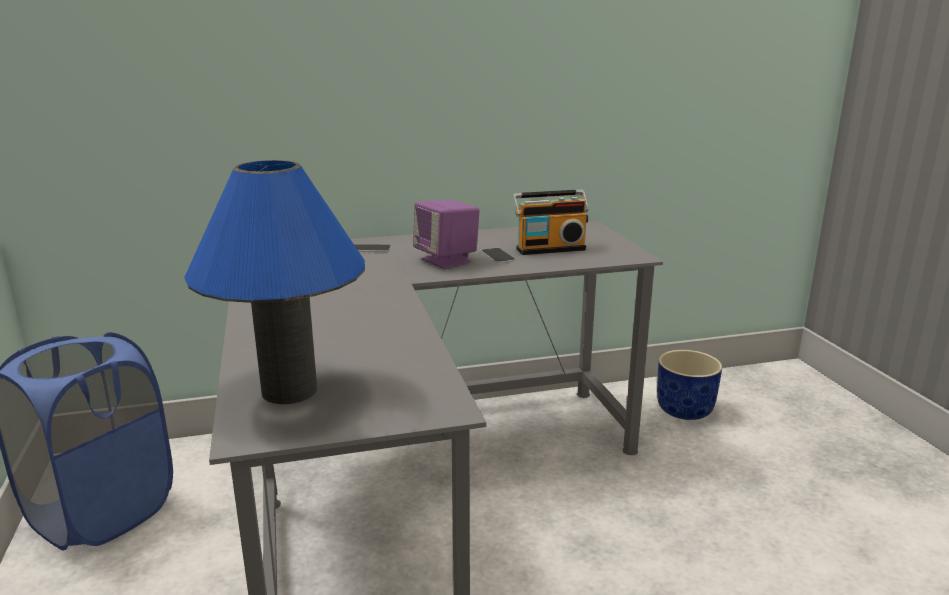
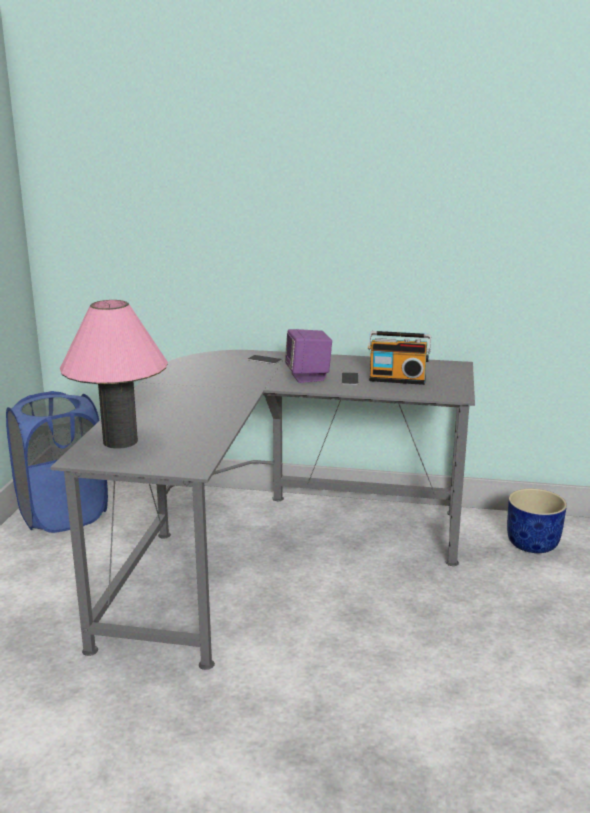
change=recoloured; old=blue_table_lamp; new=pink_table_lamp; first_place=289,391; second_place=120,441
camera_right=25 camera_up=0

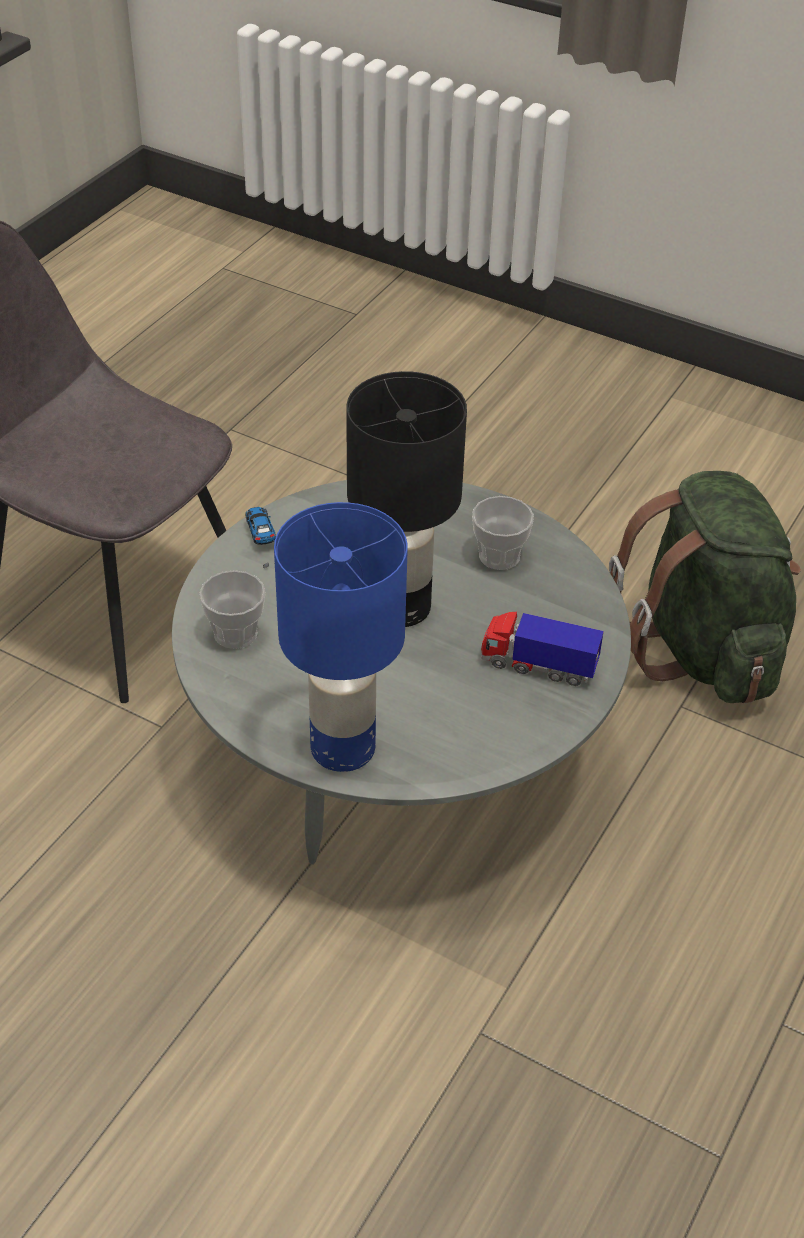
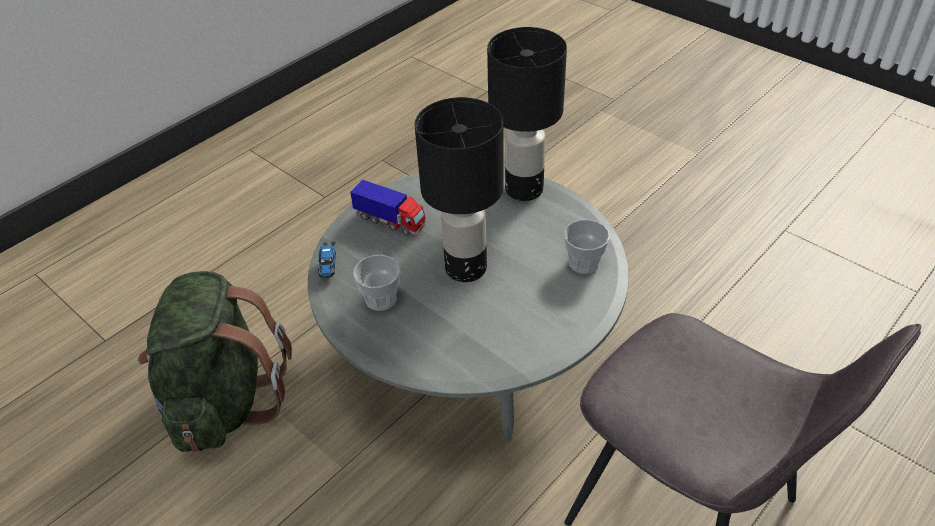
change=recoloured; old=blue_table_lamp; new=black_table_lamp; first_place=343,747; second_place=523,190
change=moved; old=toy_car; first_place=263,543; second_place=328,263
camera_right=-165 camera_up=0

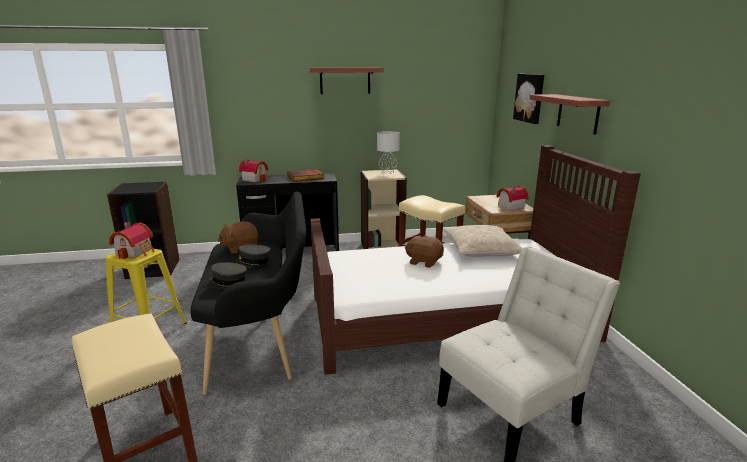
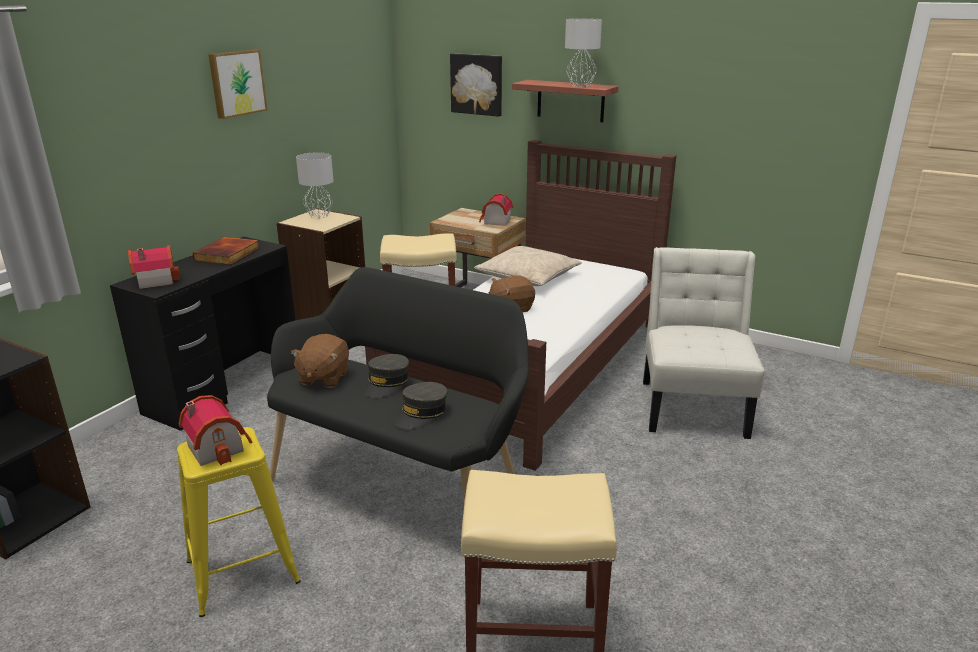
change=replaced; old=shelf; new=picture; first_place=345,80; second_place=236,83
change=added; new=grey_table_lamp; second_place=580,85
camera_right=-50 camera_up=5

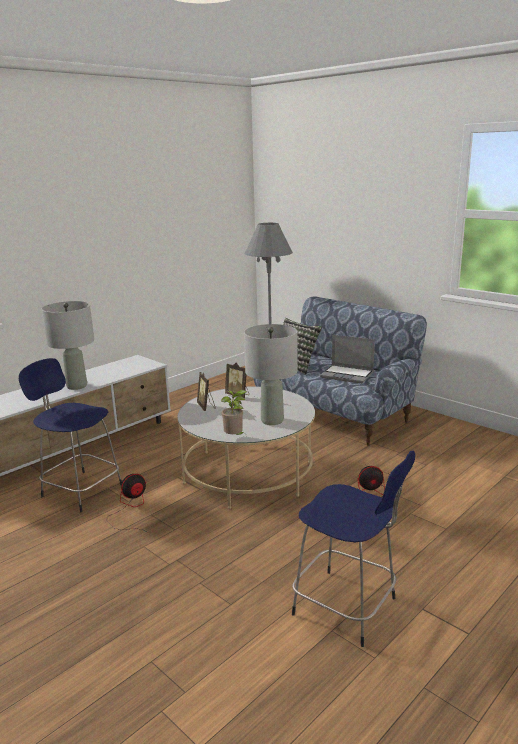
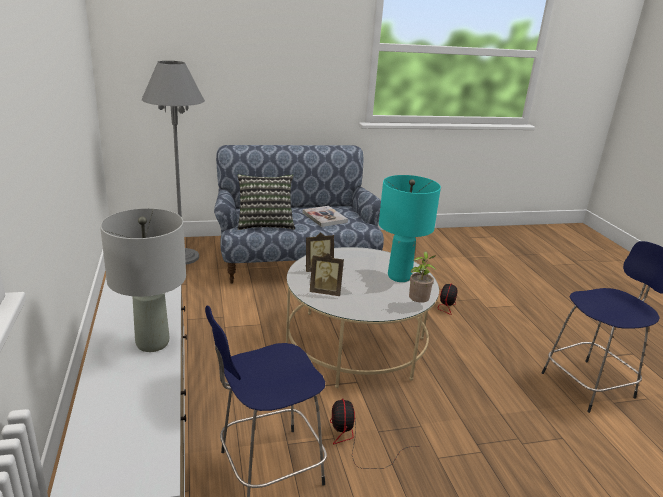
change=recoloured; old=grey_table_lamp; new=turquoise_table_lamp; first_place=272,421; second_place=400,277
change=replaced; old=laptop; new=book; first_place=348,375; second_place=324,217
camera_right=-60 camera_up=5

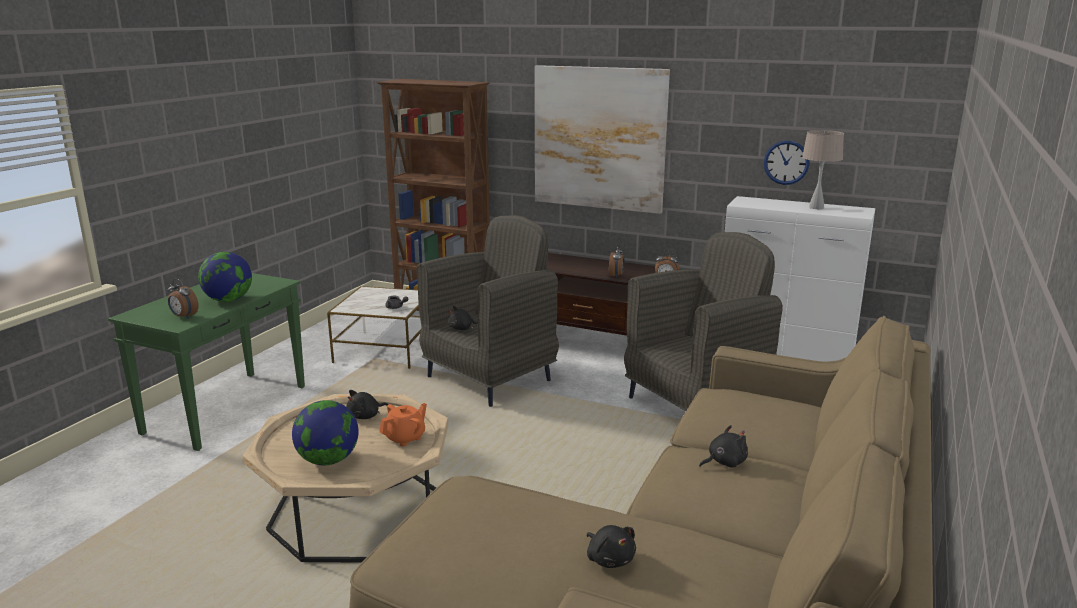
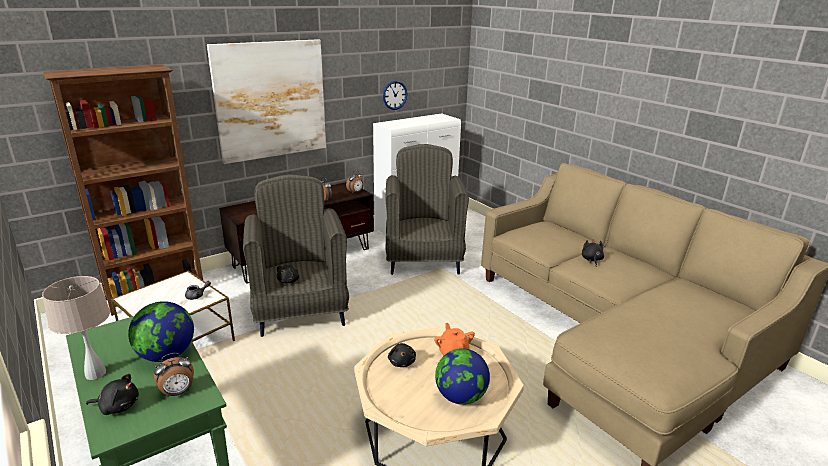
change=moved; old=beige_table_lamp; first_place=816,207; second_place=95,373
change=moved; old=black_plush_toy; first_place=609,559; second_place=118,406
camera_right=-60 camera_up=5

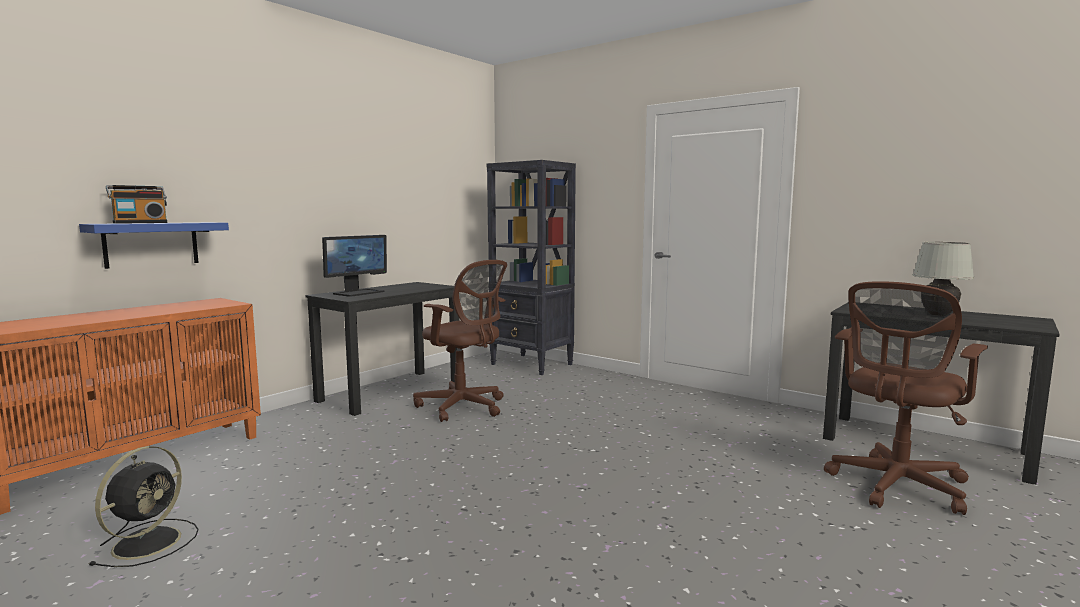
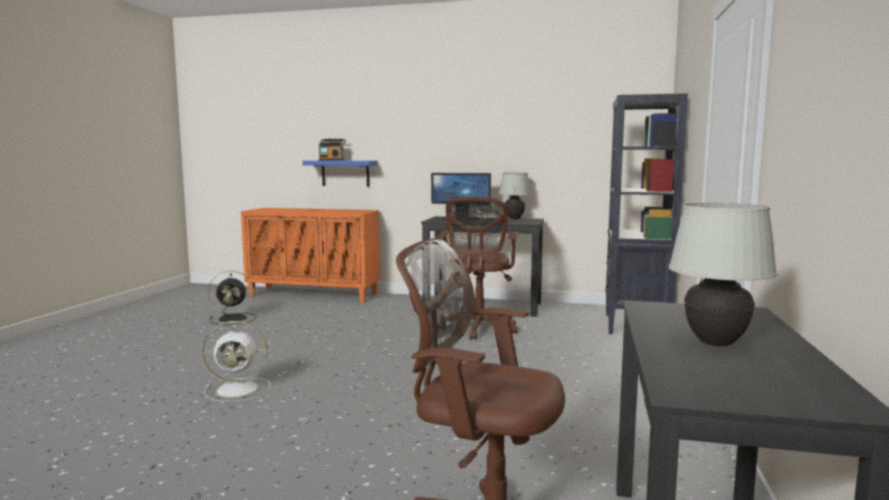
change=added; new=white_table_lamp; second_place=514,219
change=added; new=white_fan; second_place=239,389
camera_right=65 camera_up=0

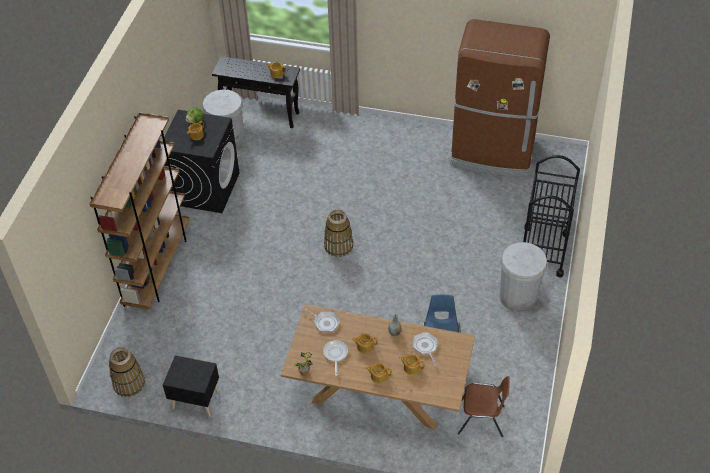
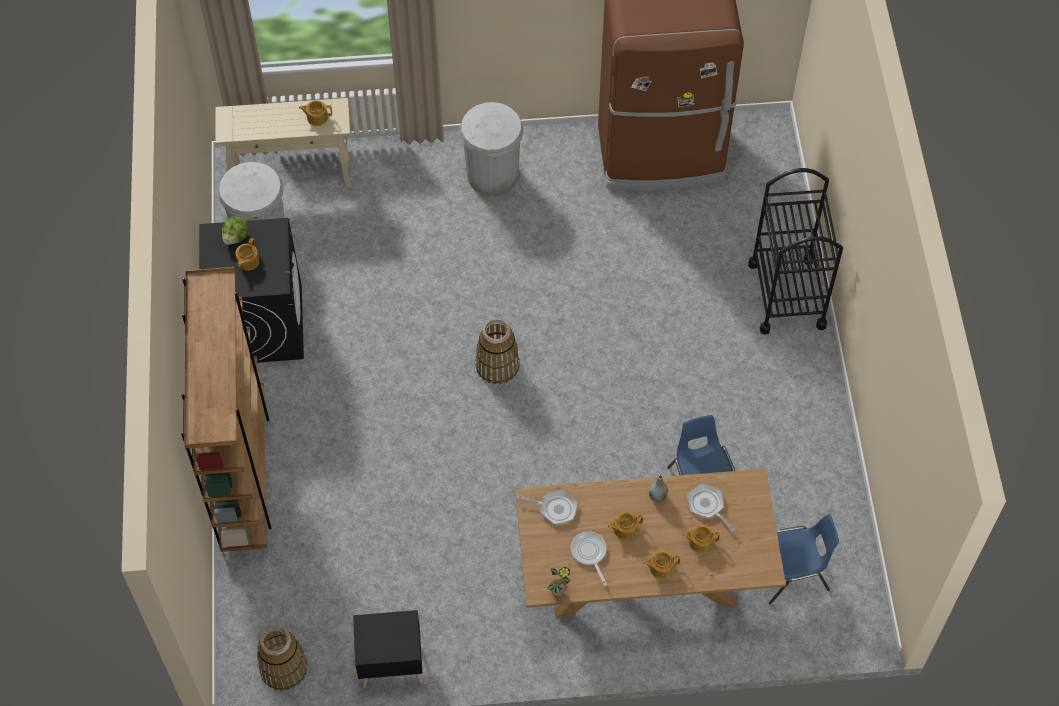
change=recoloured; old=black_console_table; new=beige_console_table; first_place=261,115; second_place=293,176
change=moved; old=white_trash_can; first_place=518,297; second_place=492,175
change=recoloured; old=brown_chair; new=blue_chair; first_place=482,419; second_place=793,573
camera_right=-20 camera_up=10

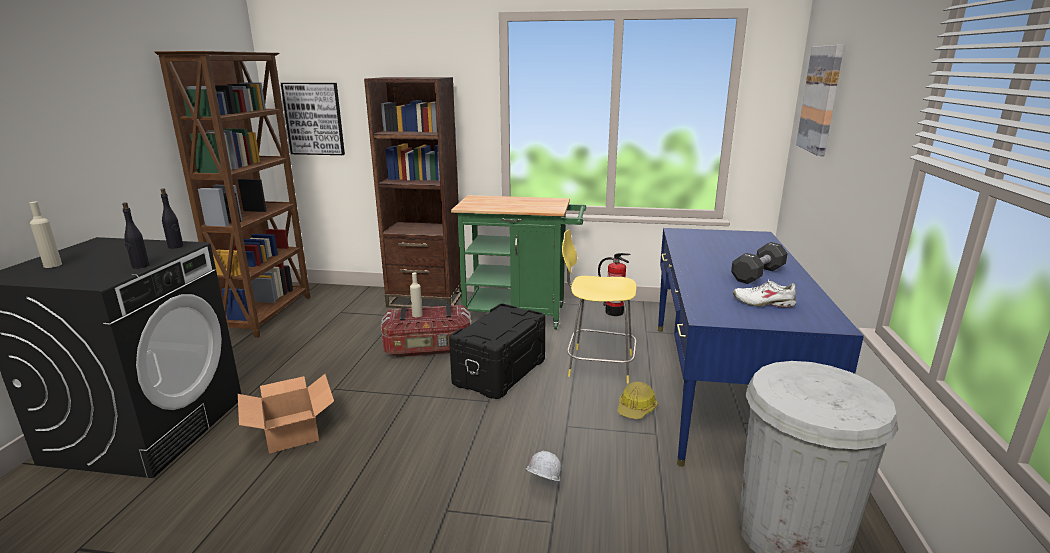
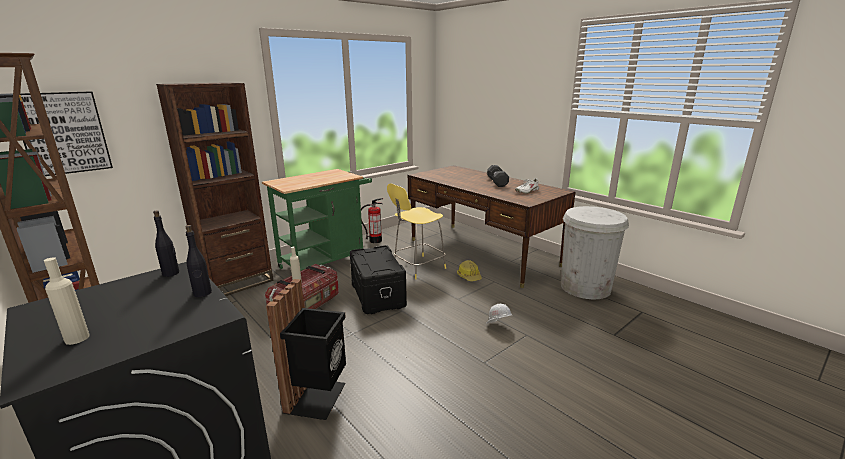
change=removed; old=picture; first_place=821,99
change=recoloured; old=blue_desk; new=brown_desk; first_place=722,388; second_place=481,252
change=replaced; old=cardboard_box; new=black_trash_can; first_place=292,430; second_place=318,397
camera_right=-50 camera_up=0

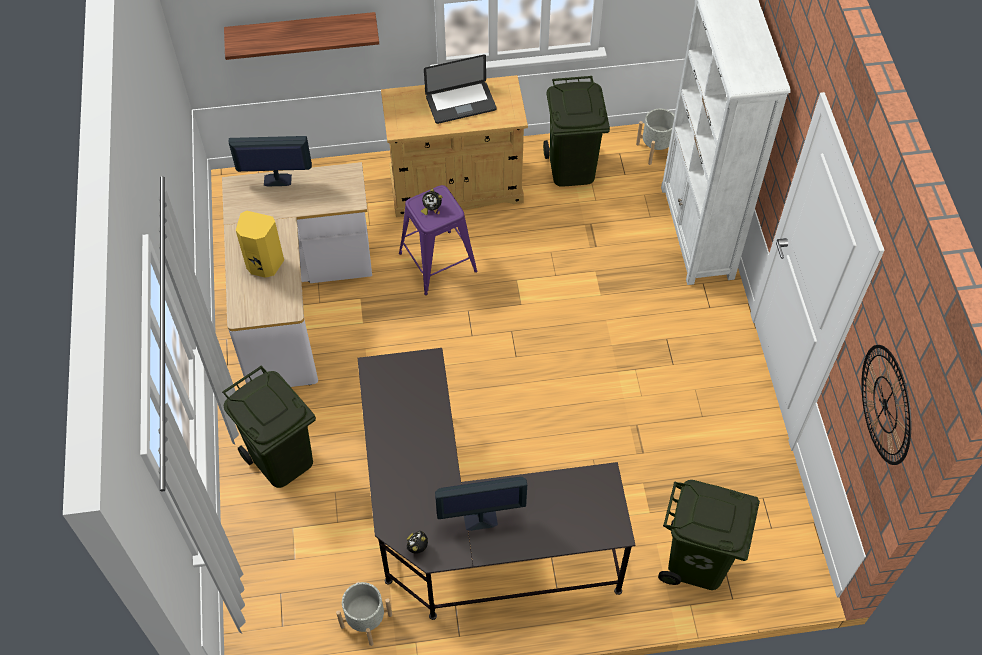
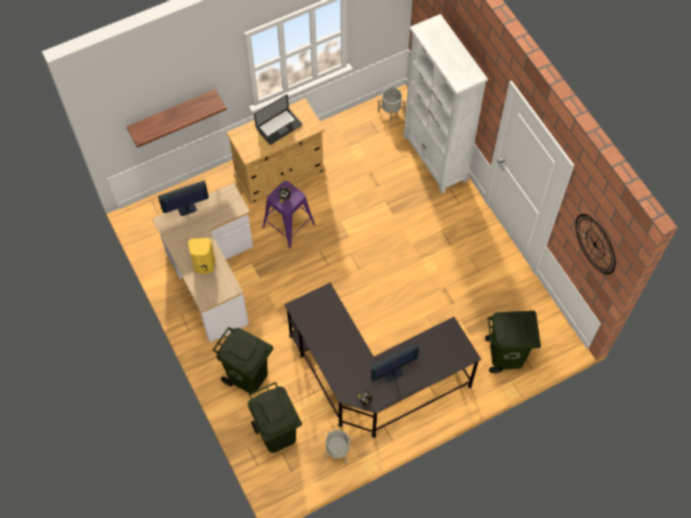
change=moved; old=green_trash_can; first_place=571,168; second_place=276,434
camera_right=-20 camera_up=5

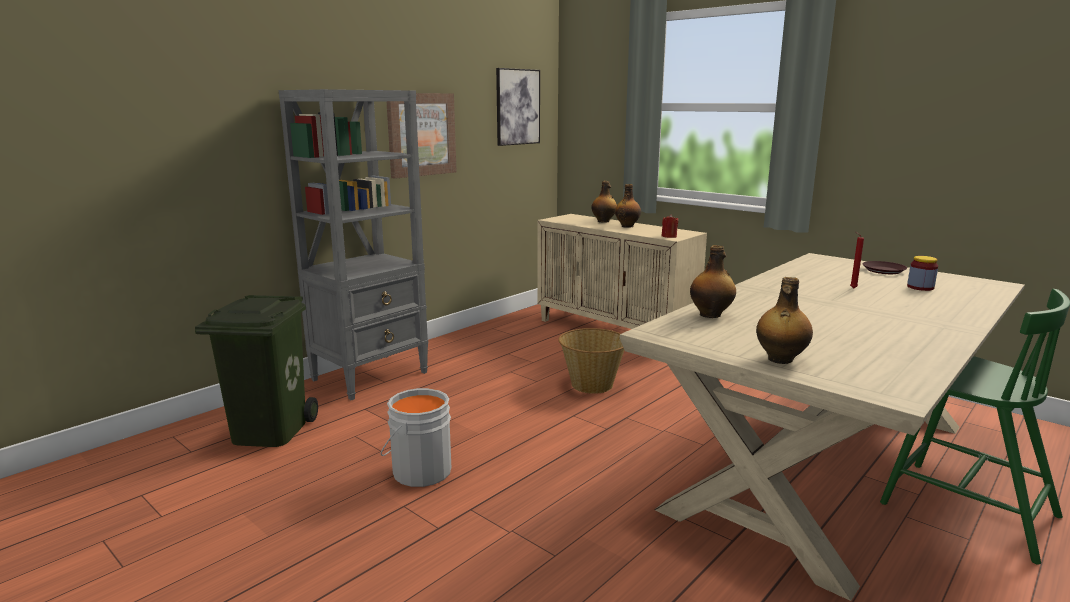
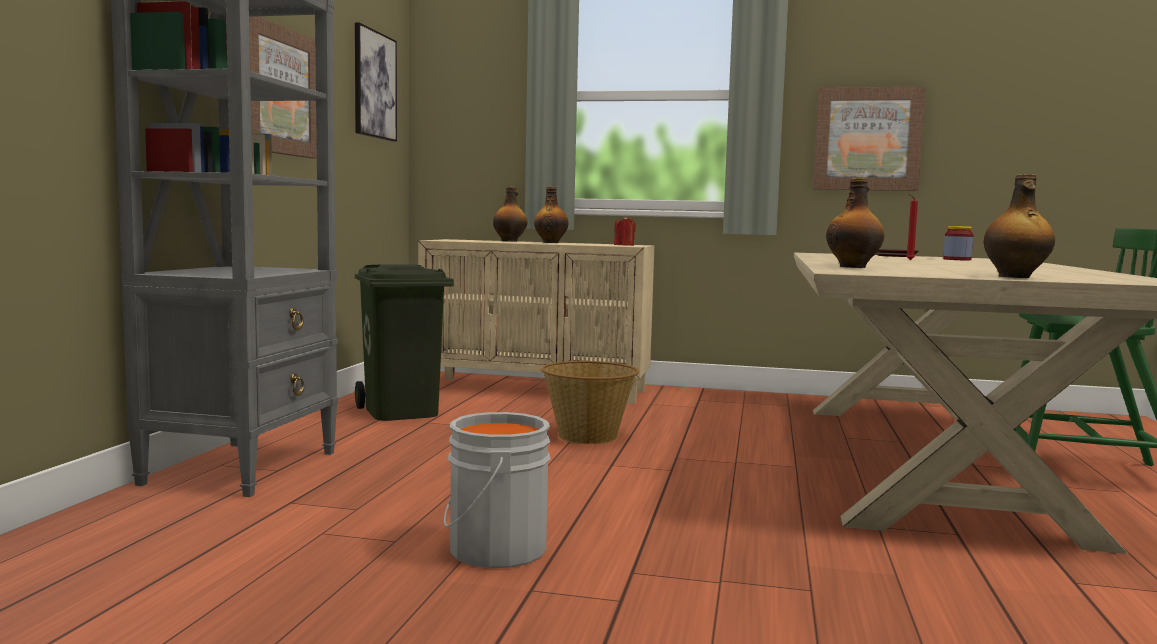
change=moved; old=green_trash_can; first_place=268,431; second_place=400,411
change=added; new=picture; second_place=867,139
camera_right=-30 camera_up=-10

